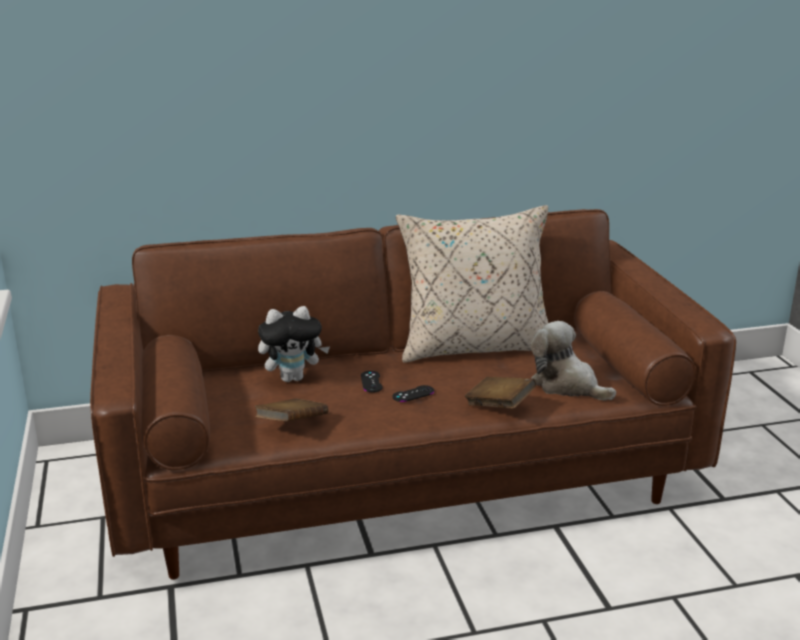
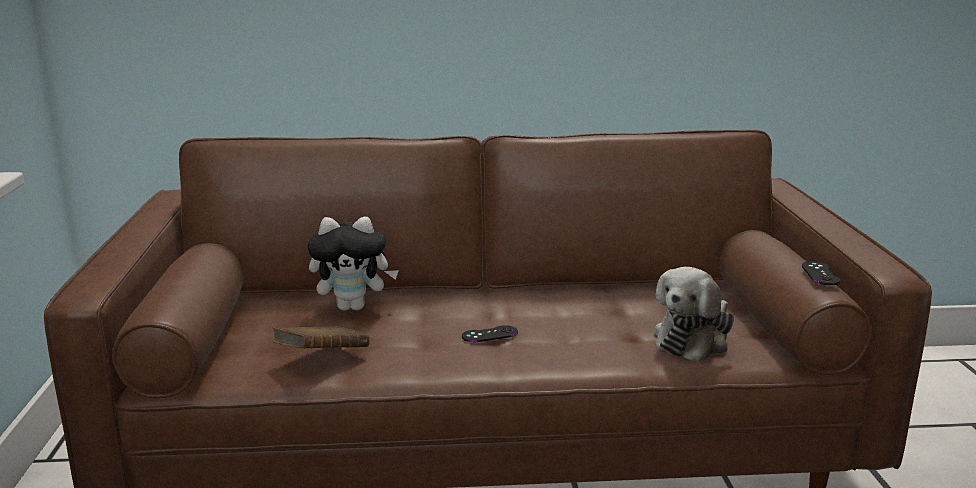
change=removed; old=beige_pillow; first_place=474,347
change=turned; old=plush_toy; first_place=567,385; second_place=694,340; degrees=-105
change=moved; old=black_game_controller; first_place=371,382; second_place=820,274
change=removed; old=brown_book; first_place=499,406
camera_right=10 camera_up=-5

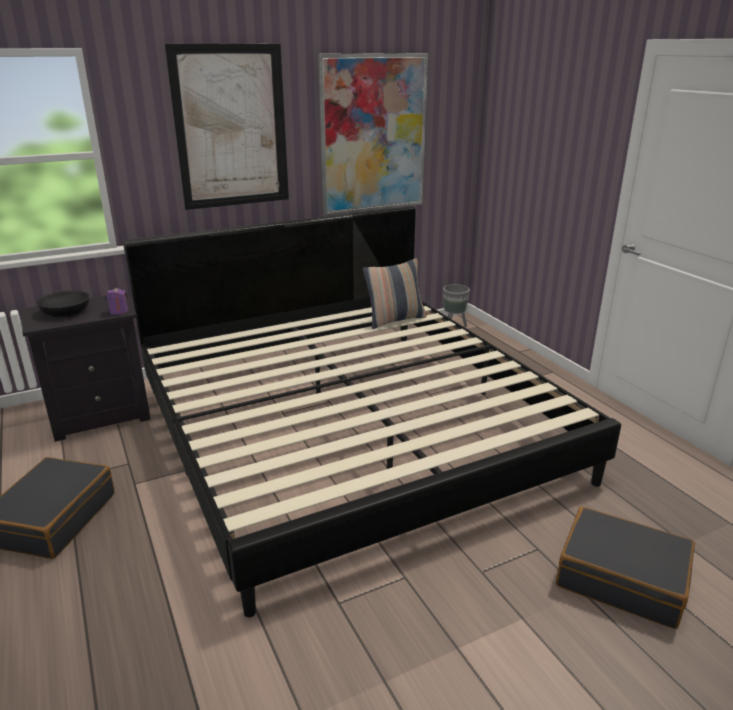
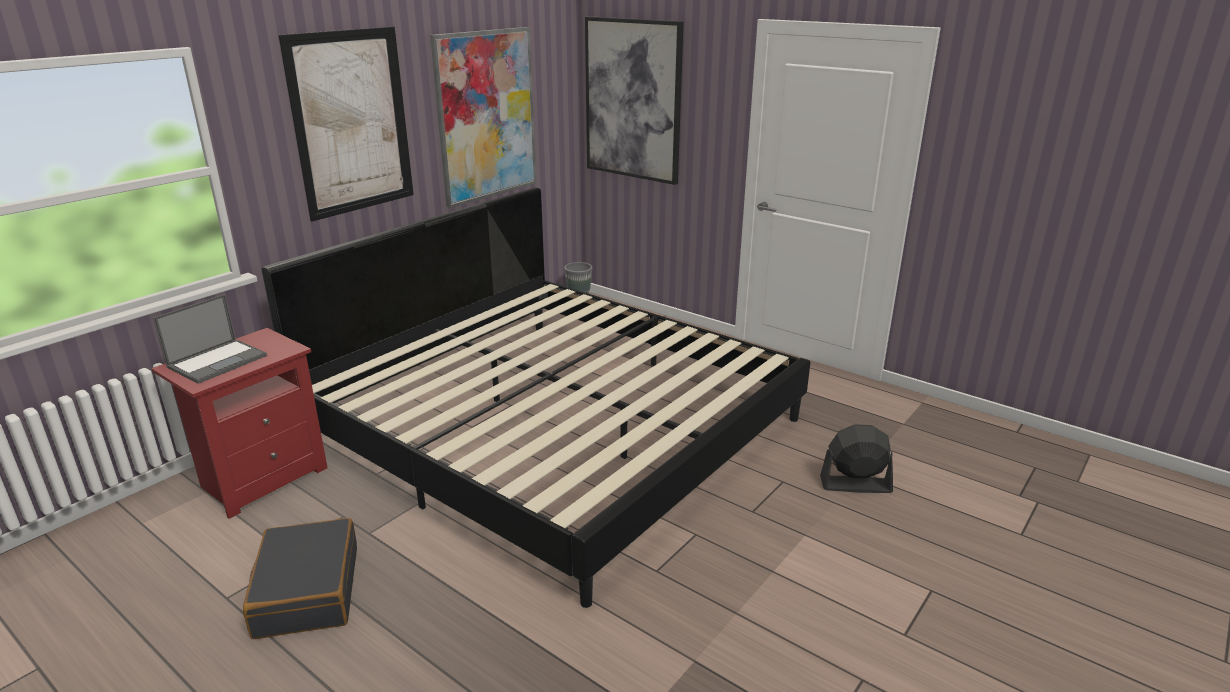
change=removed; old=pillow; first_place=395,320
change=removed; old=purple_candle; first_place=119,311
change=replaced; old=black_bowl; new=laptop; first_place=66,311; second_place=218,361
change=recoloured; old=black_nightstand; new=red_nightstand; first_place=101,415; second_place=262,478
change=replaced; old=black_suitcase; new=black_fan; first_place=621,578; second_place=855,484
change=added; new=picture; second_place=633,100
camera_right=-25 camera_up=0

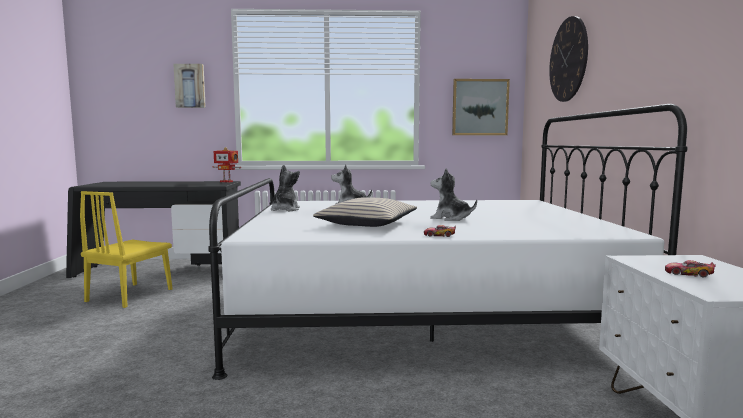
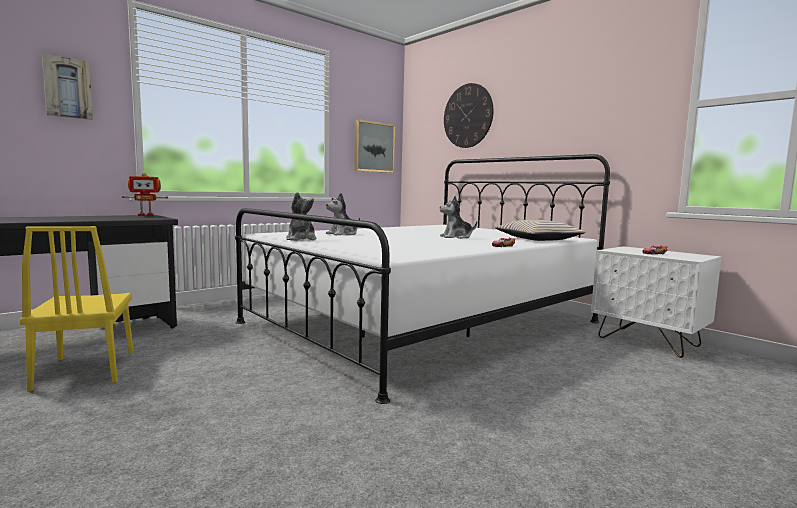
change=moved; old=beige_pillow; first_place=367,223; second_place=537,239
camera_right=-40 camera_up=0

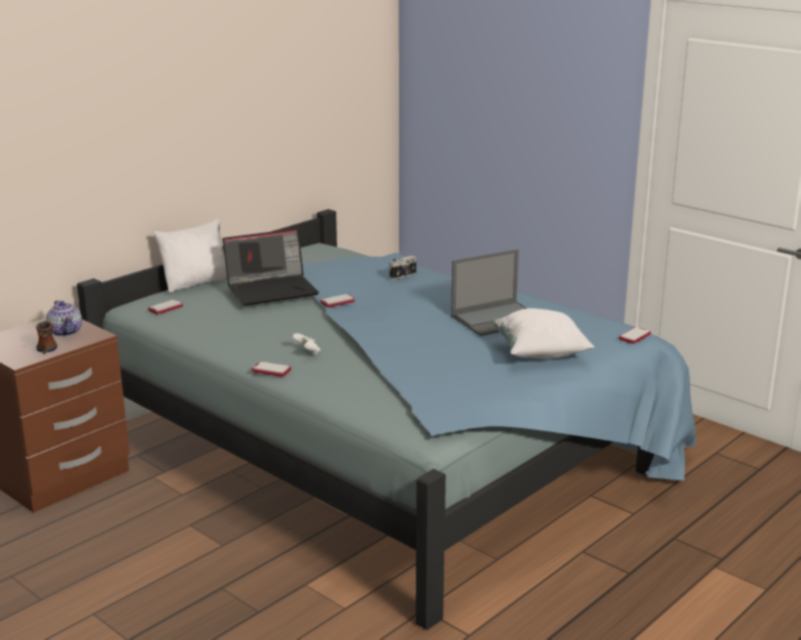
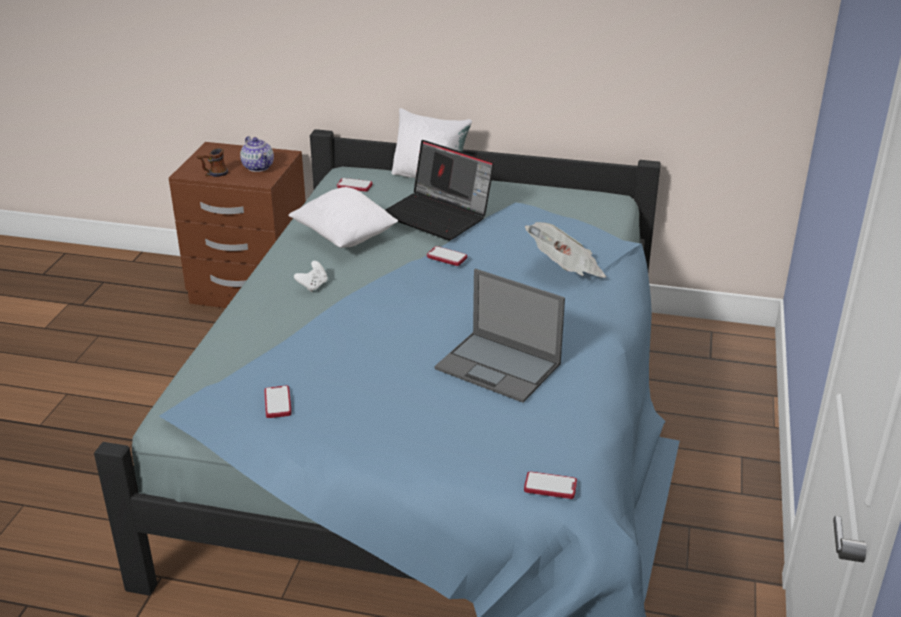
change=replaced; old=photo_camera; new=newspaper; first_place=403,276; second_place=565,269
change=turned; old=teapot; first_place=66,332; second_place=258,167; degrees=-60
change=moved; old=white_pillow; first_place=540,354; second_place=344,237
change=moved; old=phone; first_place=271,370; second_place=277,403
camera_right=60 camera_up=10

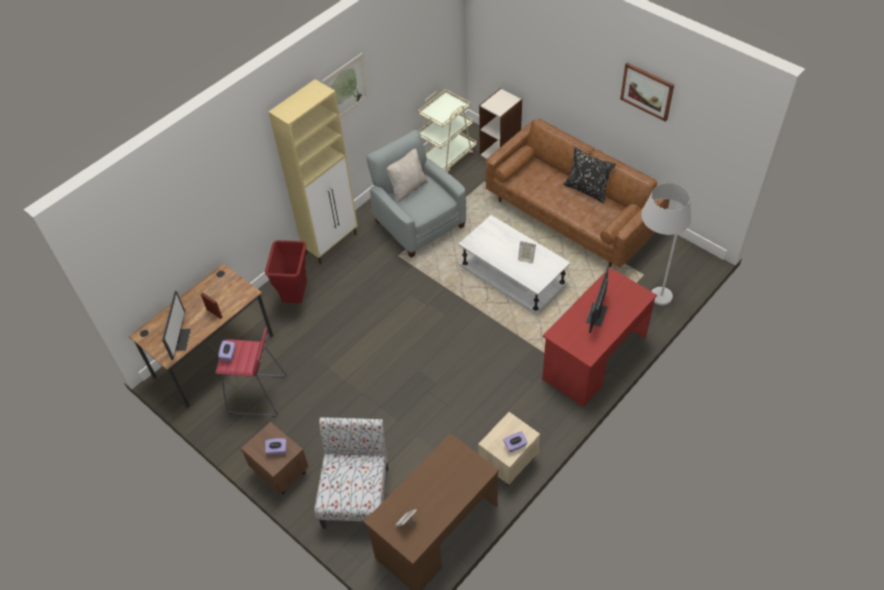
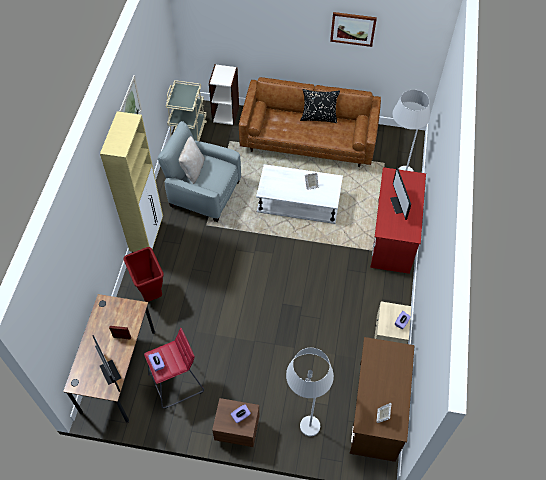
change=replaced; old=chair; new=white_floor_lamp; first_place=356,494; second_place=304,416
camera_right=-35 camera_up=5

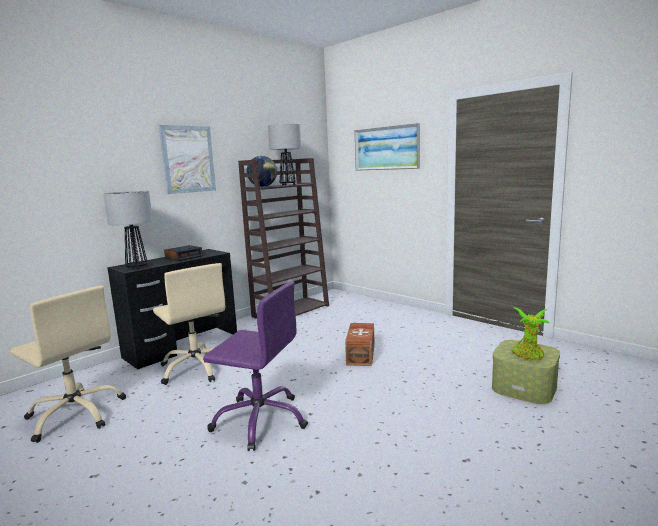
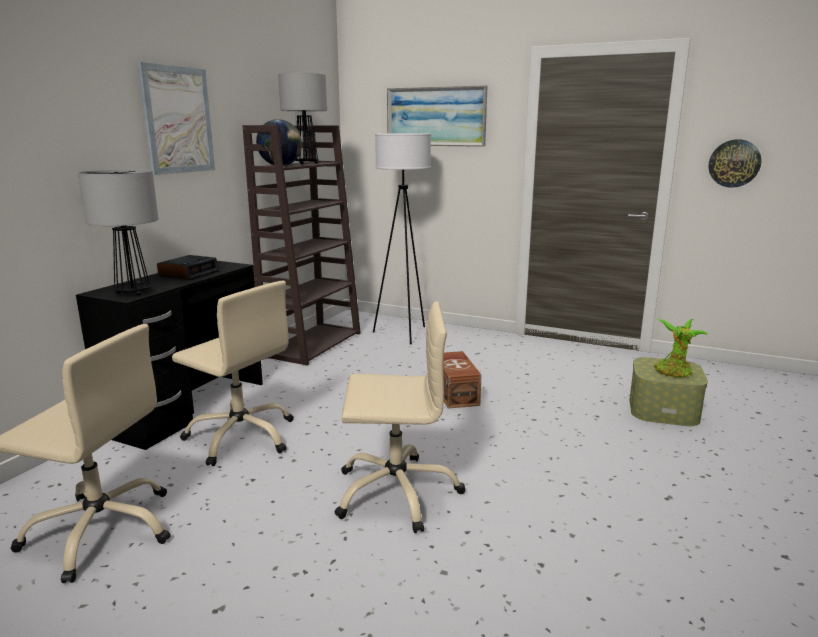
change=recoloured; old=purple_office_chair; new=beige_office_chair; first_place=260,420; second_place=396,492
change=added; new=white_floor_lamp; second_place=403,334
change=added; new=wall_clock; second_place=734,163
camera_right=-20 camera_up=5

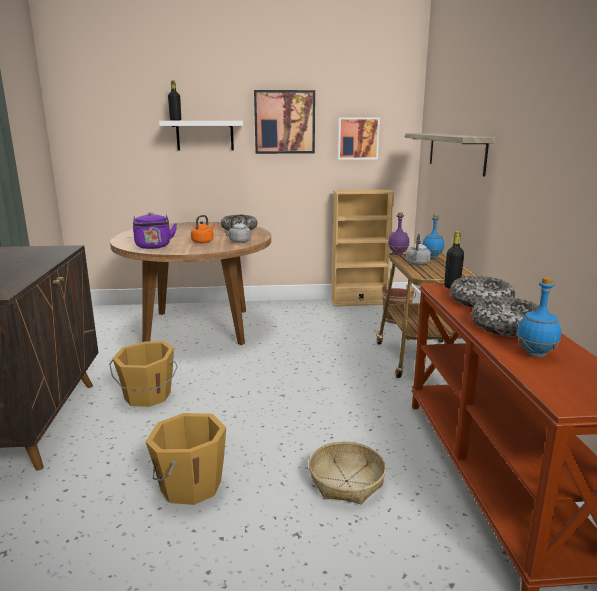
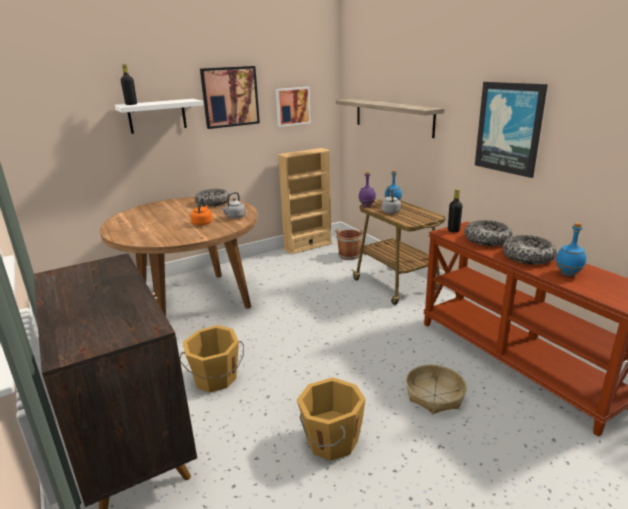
change=removed; old=purple_kettle; first_place=153,247
change=added; new=picture; second_place=509,128
camera_right=-25 camera_up=5

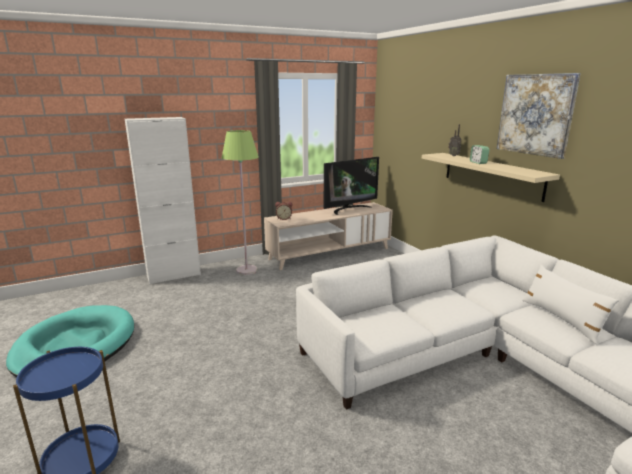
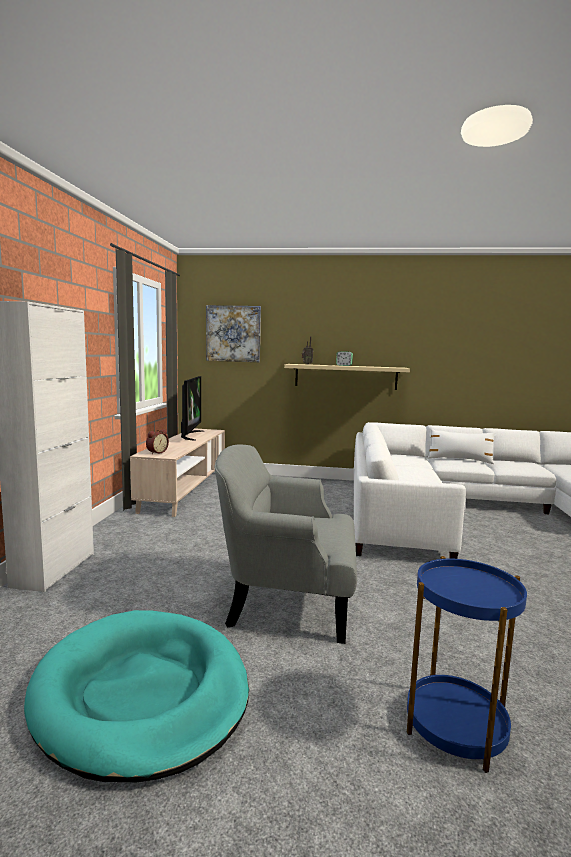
change=moved; old=picture; first_place=535,114; second_place=233,333
change=removed; old=green_floor_lamp; first_place=246,270
change=added; new=grey_armchair; second_place=286,602
camera_right=-55 camera_up=-10

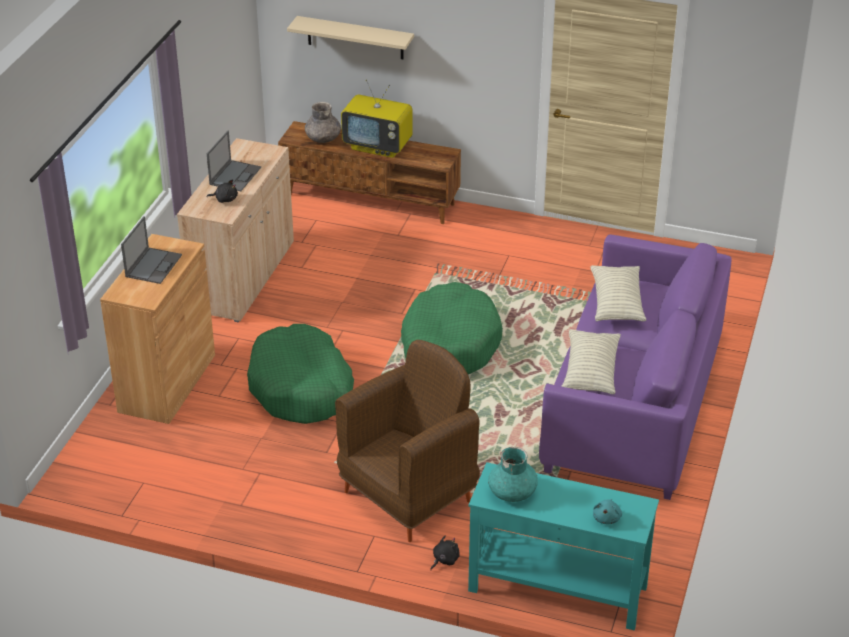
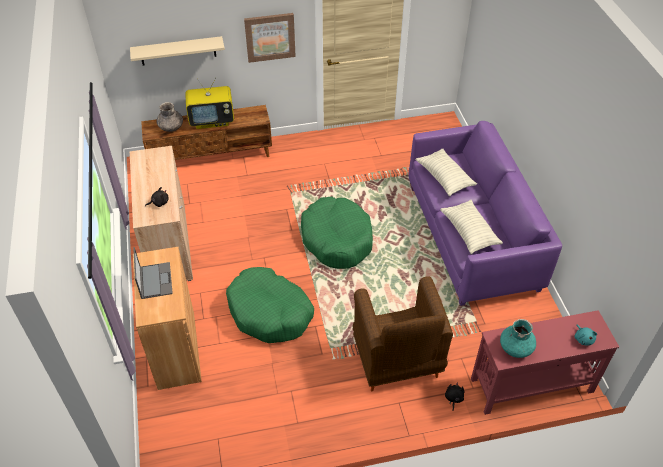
change=removed; old=laptop; first_place=235,175
change=turned; old=brown_armchair; first_place=409,495; second_place=396,361; degrees=150
change=recoloured; old=turquoise_console_table; new=red_console_table; first_place=556,588; second_place=531,385
change=added; new=picture; second_place=270,37
camera_right=-30 camera_up=10

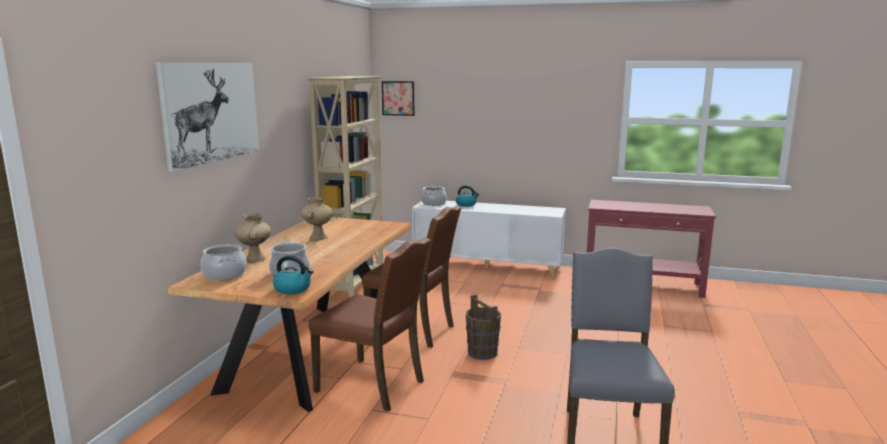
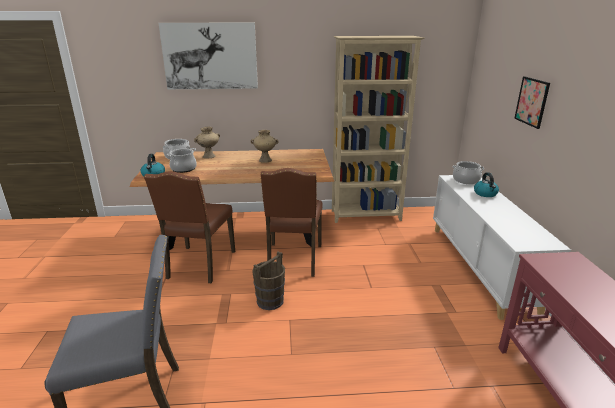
change=moved; old=picture; first_place=398,98; second_place=532,101
camera_right=70 camera_up=10

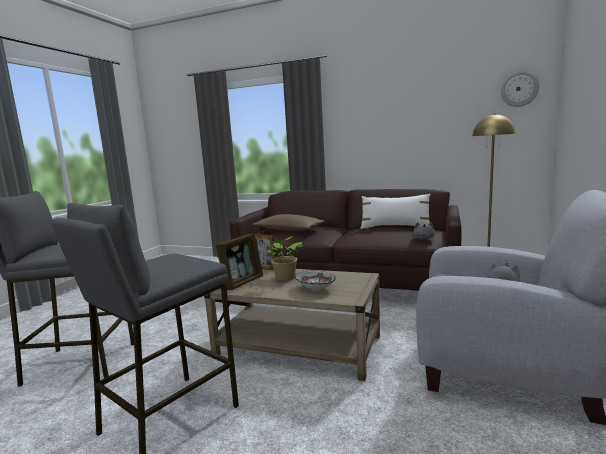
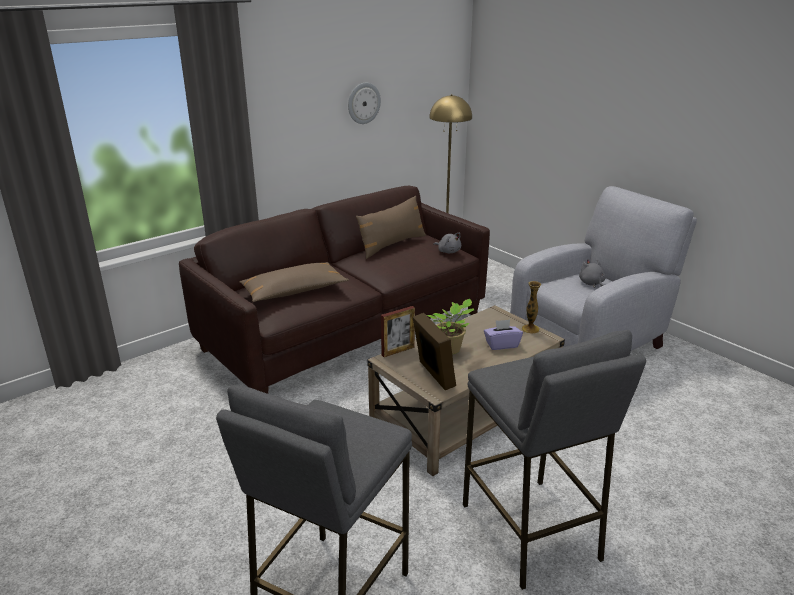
change=moved; old=wall_clock; first_place=519,89; second_place=363,103
change=recoloured; old=white_pillow; new=brown_pillow; first_place=395,227; second_place=392,244
change=replaced; old=bowl; new=purple_tissue_box; first_place=315,289; second_place=501,344
change=added; new=vase; second_place=530,329
camera_right=-60 camera_up=15

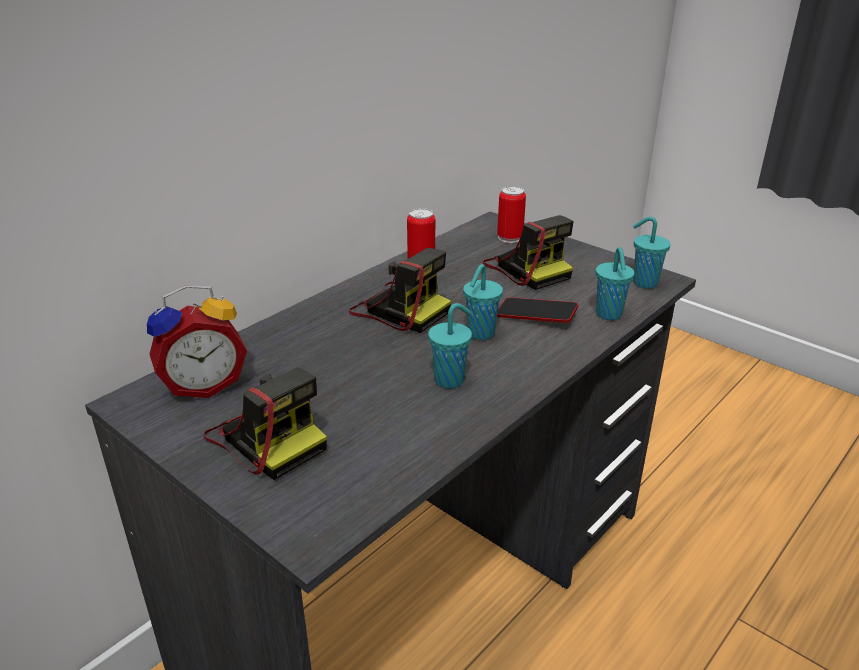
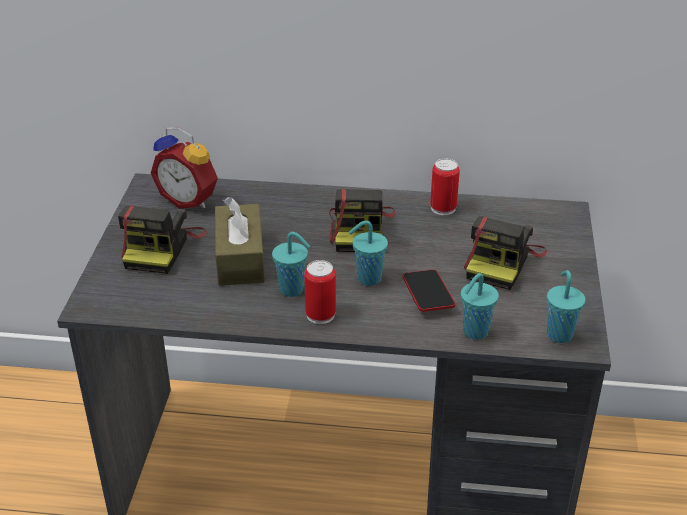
change=moved; old=can; first_place=510,238; second_place=320,315
change=added; new=brown_tissue_box; second_place=240,258
camera_right=55 camera_up=5

